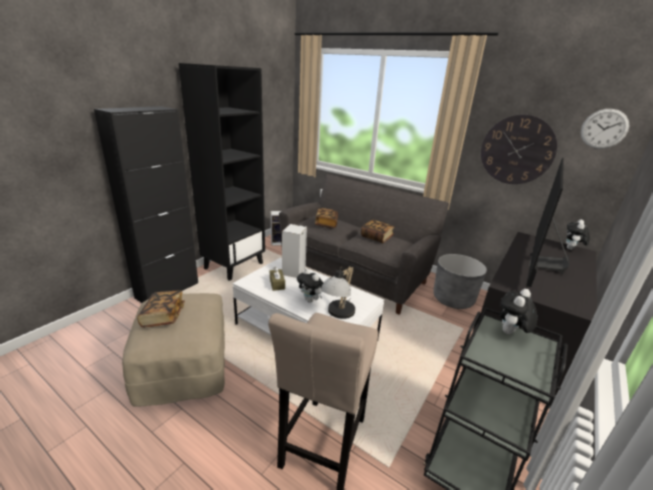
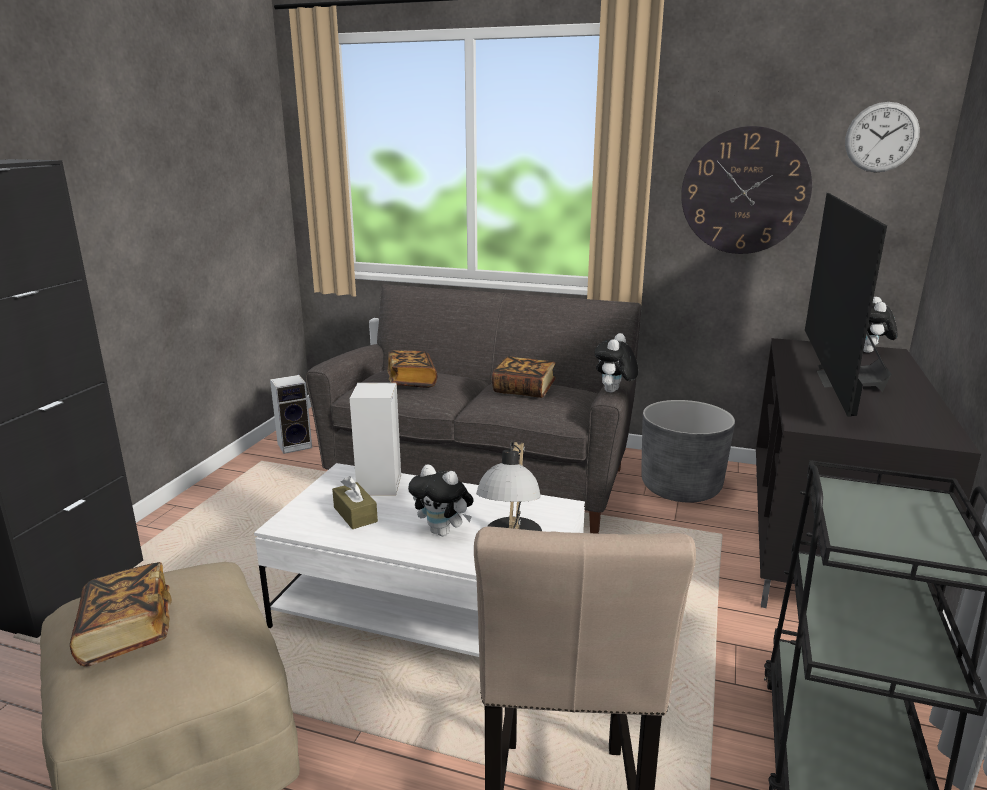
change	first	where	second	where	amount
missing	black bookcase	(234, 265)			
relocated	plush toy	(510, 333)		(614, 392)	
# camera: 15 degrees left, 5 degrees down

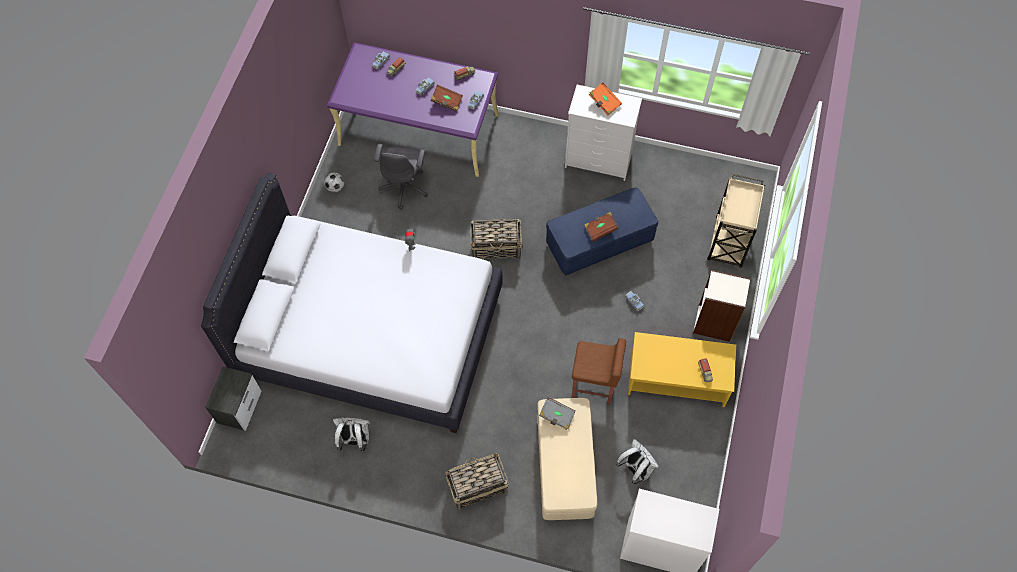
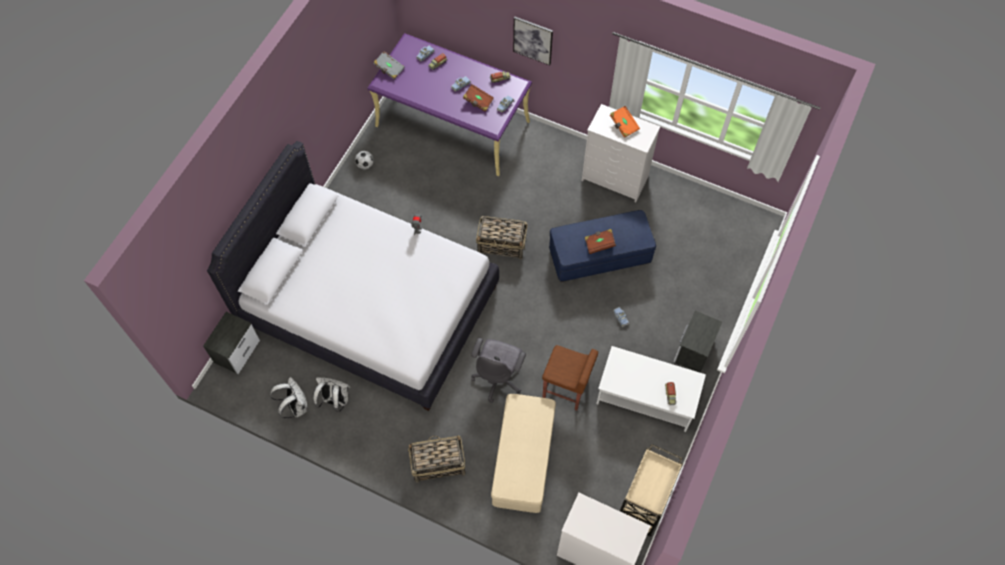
change	first	where	second	where	amount
appeared			picture	(533, 40)	
relocated	grey office chair	(405, 187)		(498, 378)	
relocated	grey book	(557, 416)		(389, 69)	
relocated	white backpack	(636, 469)		(295, 406)	
relocated	beige cart	(728, 243)		(643, 504)	
exchanged	bookcase	(714, 323)	nightstand	(693, 351)	
colour	yellow coffee table	(678, 378)	white coffee table	(647, 397)	
# camera: 10 degrees right, 0 degrees up

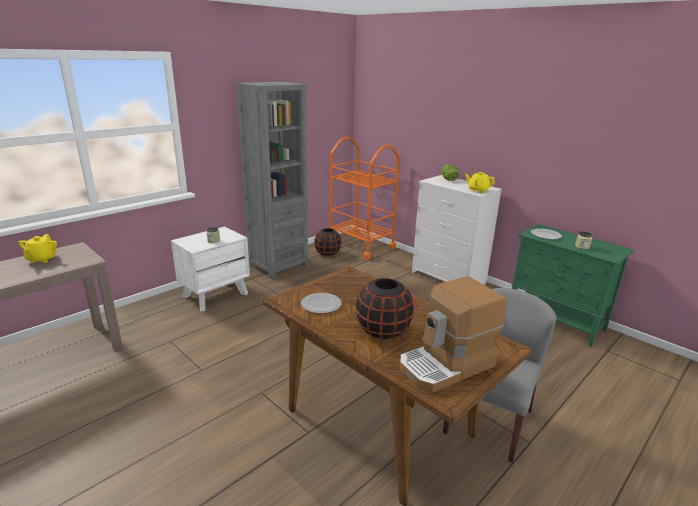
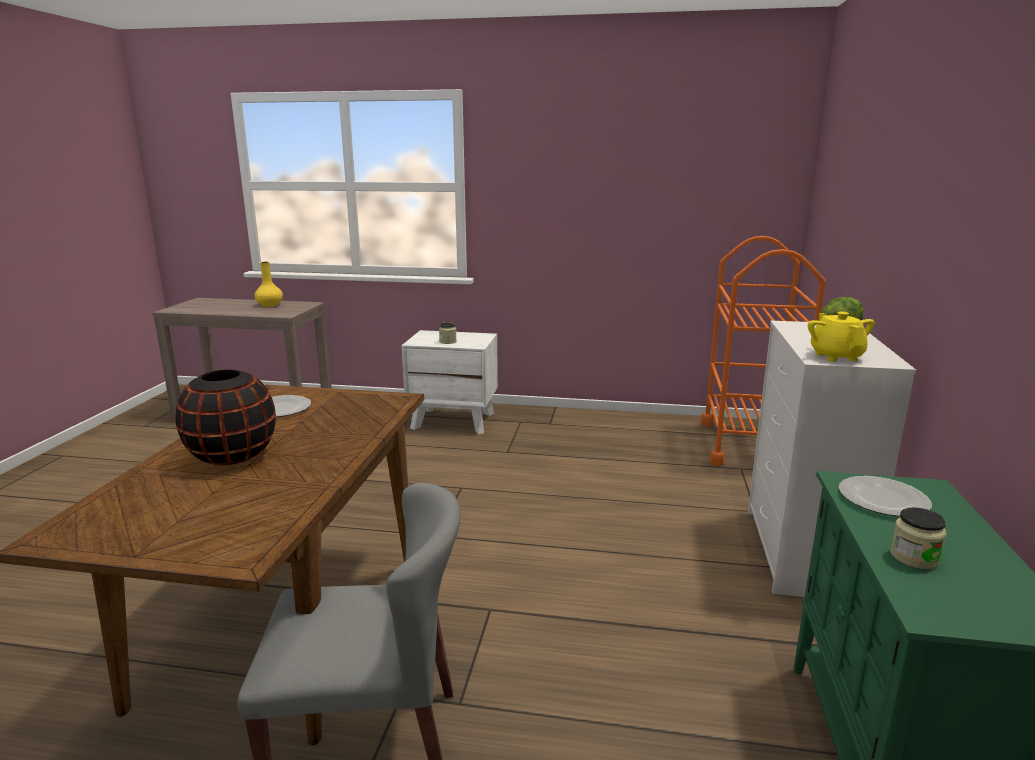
change	first	where	second	where	amount
missing	grey bookcase	(278, 265)			
missing	black vase	(327, 253)			
missing	coffee machine	(446, 366)			
exchanged	yellow teapot	(42, 259)	yellow vase	(270, 305)	
# camera: 55 degrees right, 5 degrees down

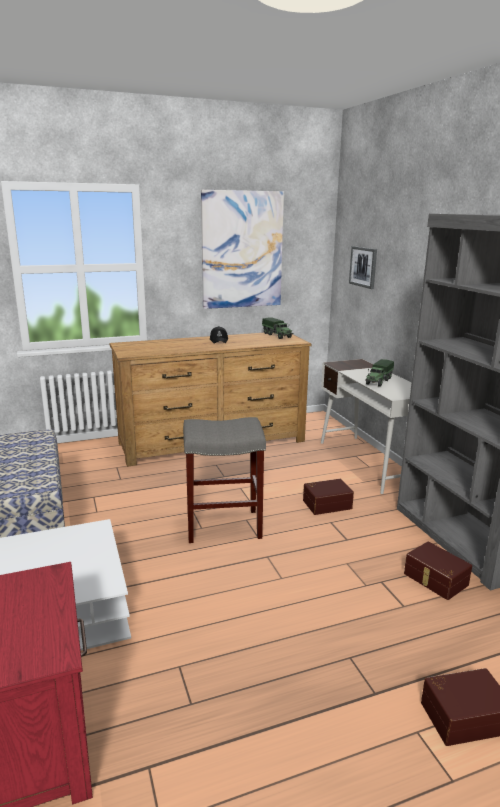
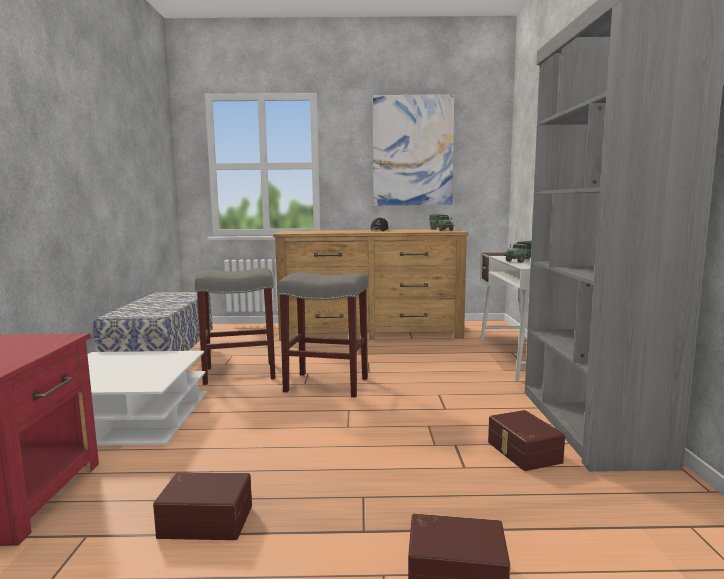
change	first	where	second	where	amount
missing	picture	(363, 267)			
appeared			grey stool	(238, 373)	
relocated	brown storage box	(326, 504)		(206, 519)	
# camera: 20 degrees right, 10 degrees down

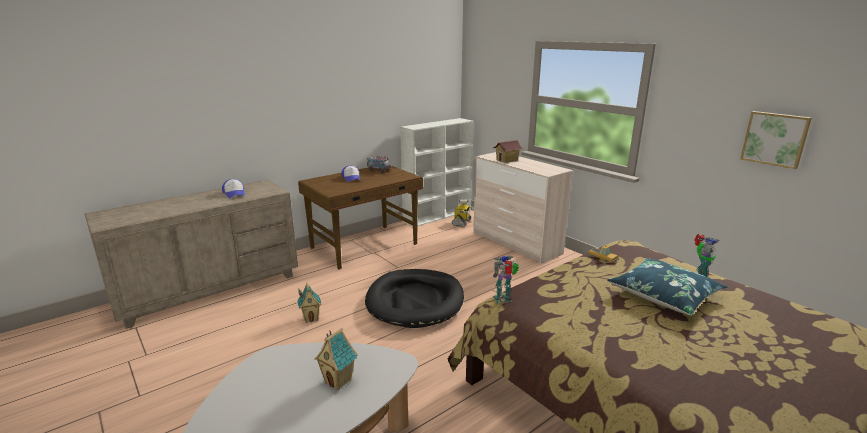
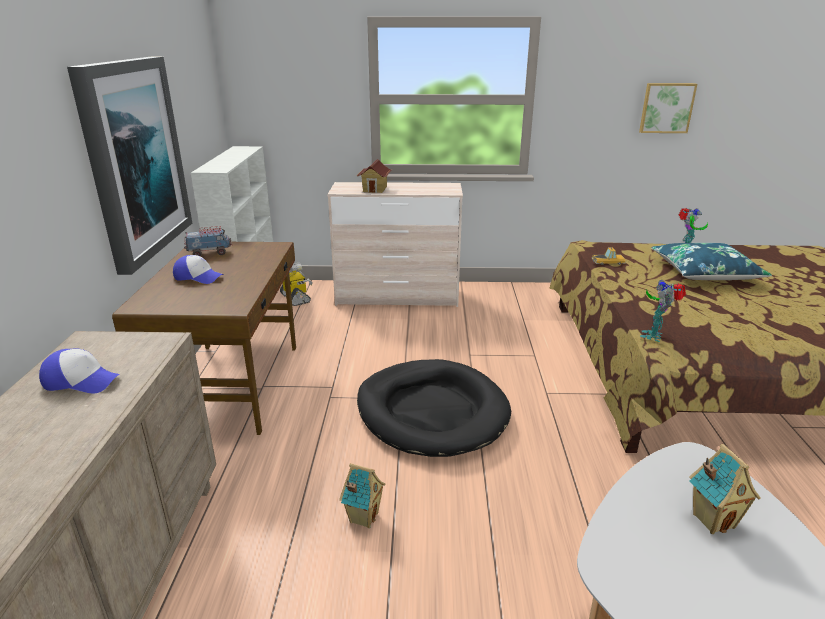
change	first	where	second	where	amount
appeared			picture	(134, 159)	
# camera: 50 degrees left, 5 degrees up

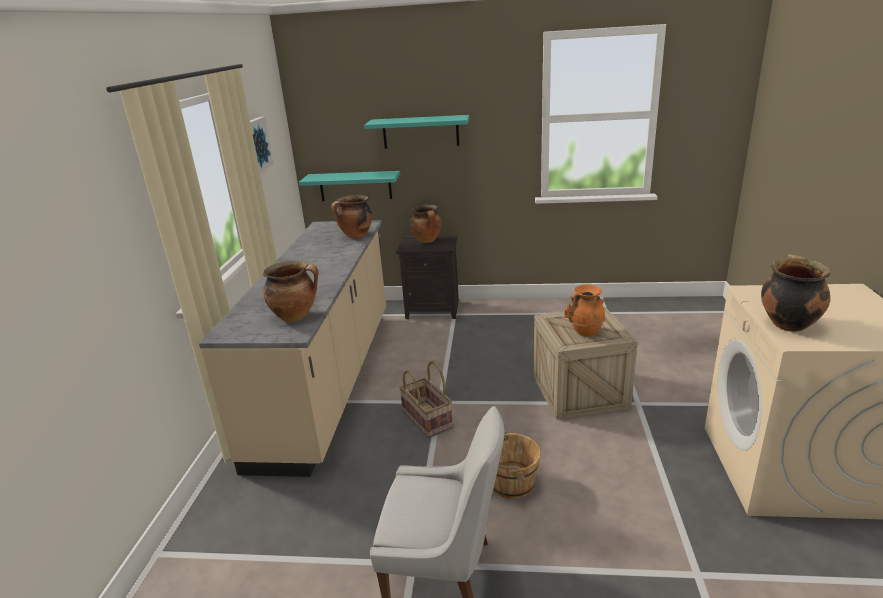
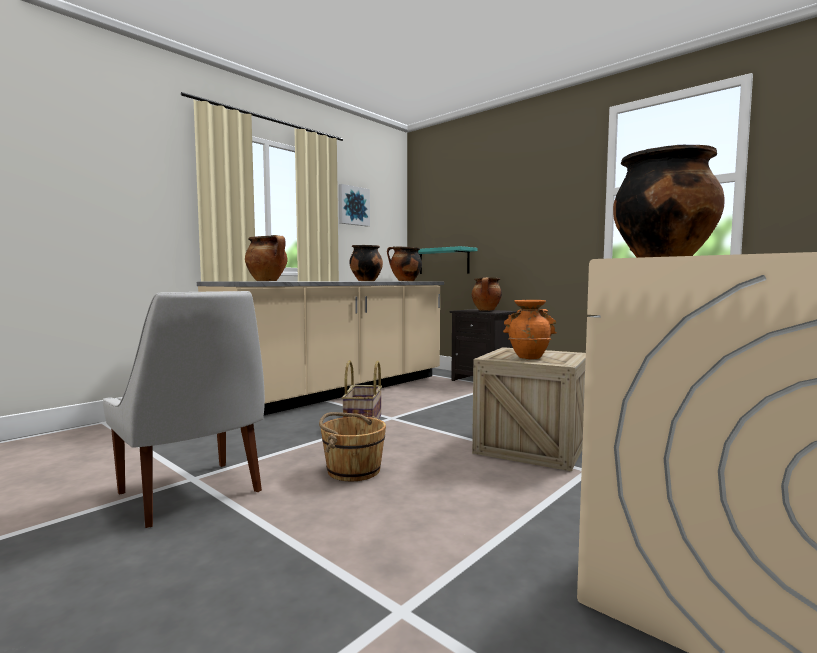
change	first	where	second	where	amount
missing	turquoise shelf	(420, 132)			
appeared			cooking pot	(365, 281)	
# camera: 35 degrees right, 20 degrees down

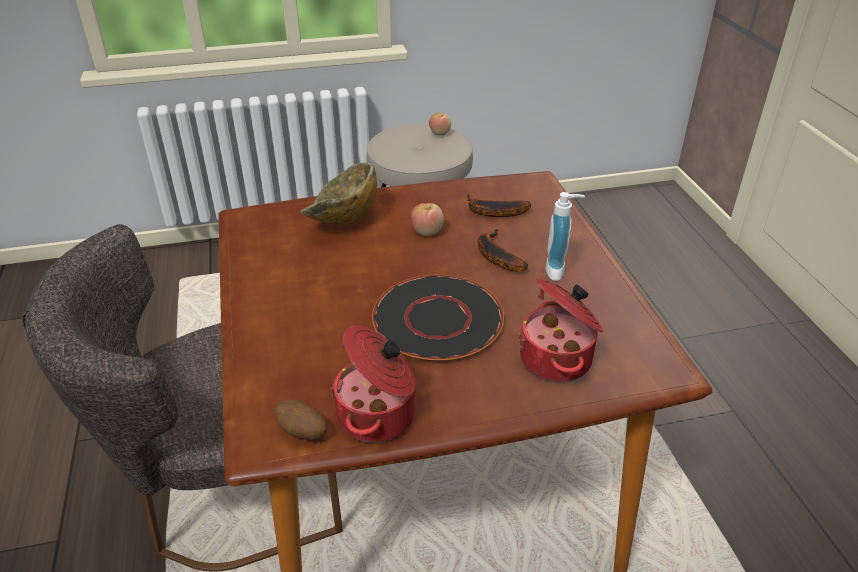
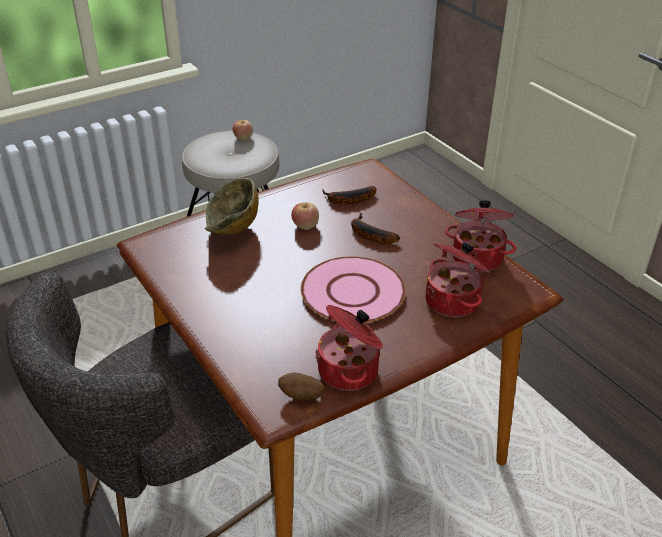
change	first	where	second	where	amount
missing	soap dispenser	(559, 270)			
appeared			cooking pot	(477, 257)	
colour	black plate	(438, 320)	pink plate	(353, 292)	
# camera: 20 degrees left, 0 degrees up

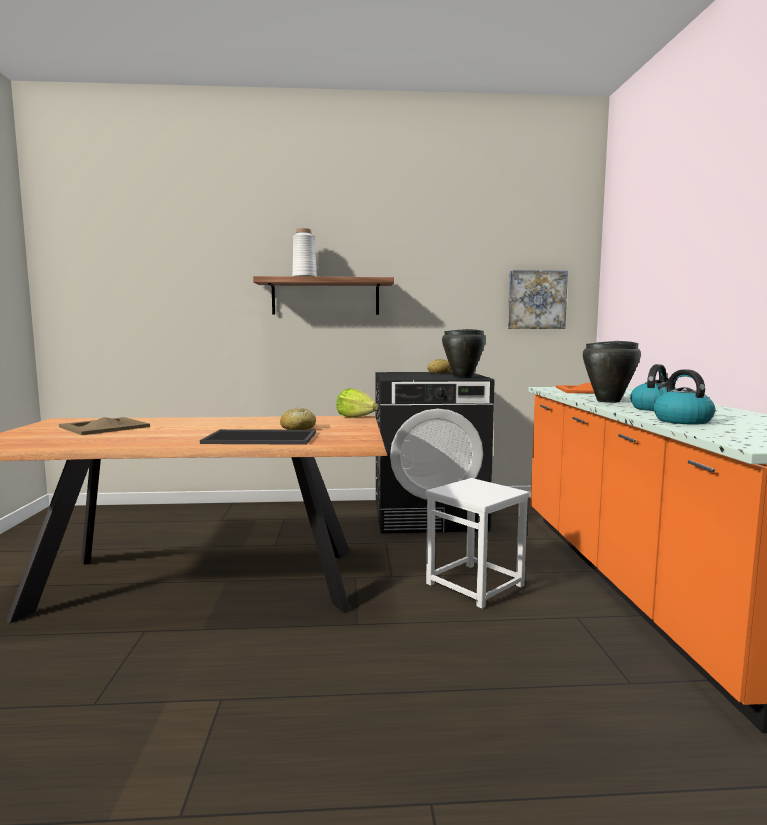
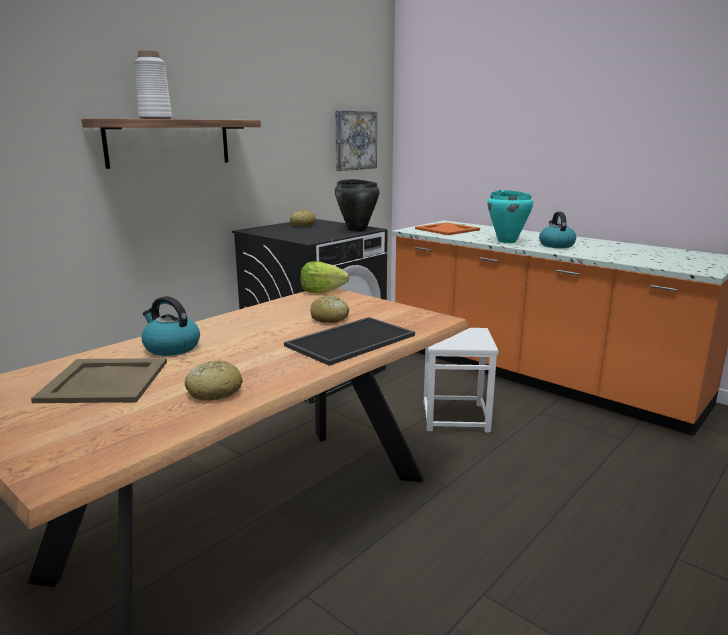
change	first	where	second	where	amount
appeared			bread	(213, 391)	
relocated	kettle	(681, 421)		(171, 347)	
colour	black cooking pot	(609, 401)	turquoise cooking pot	(507, 241)	
# camera: 45 degrees left, 10 degrees up

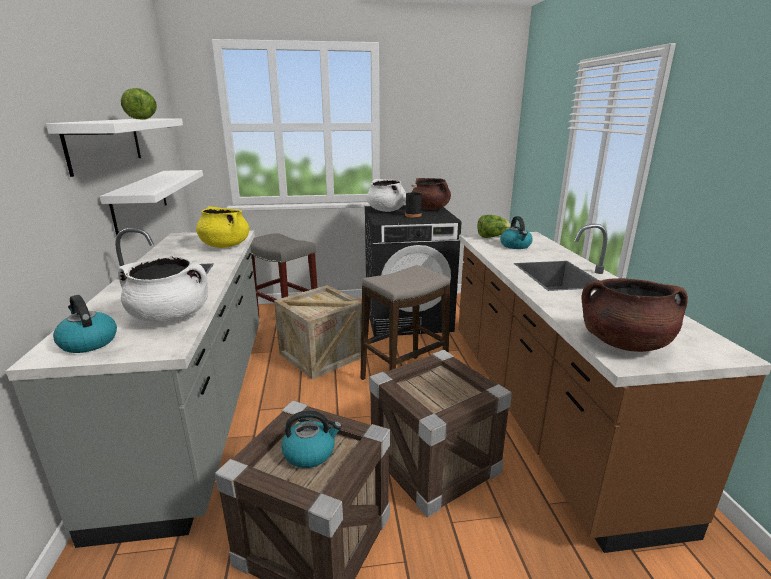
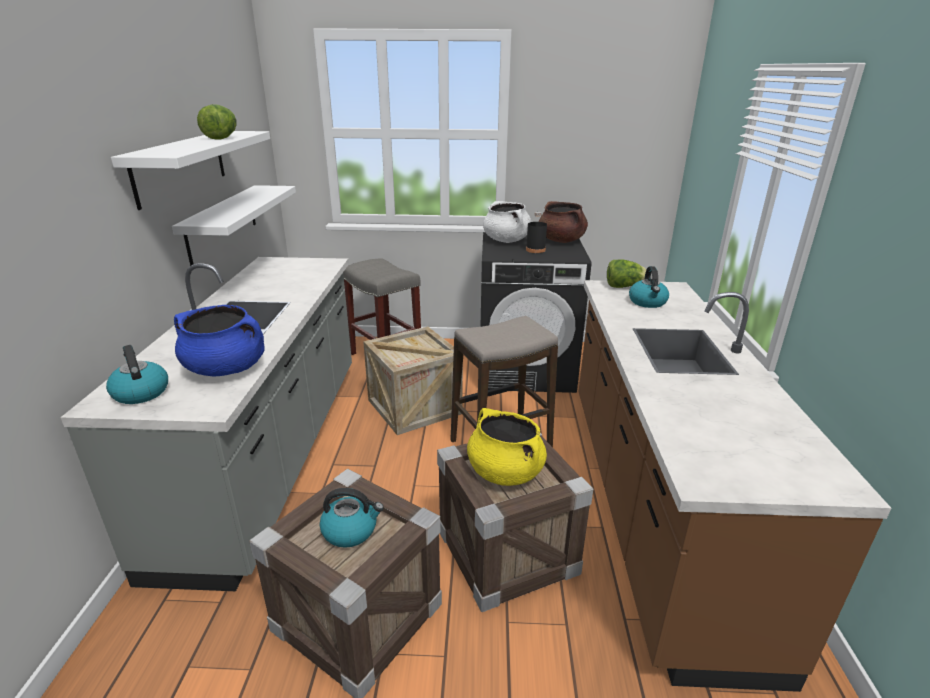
change	first	where	second	where	amount
missing	brown cooking pot	(624, 343)			
relocated	yellow cooking pot	(225, 245)		(504, 472)	
colour	white cooking pot	(171, 316)	blue cooking pot	(226, 368)	
# camera: 10 degrees right, 5 degrees up

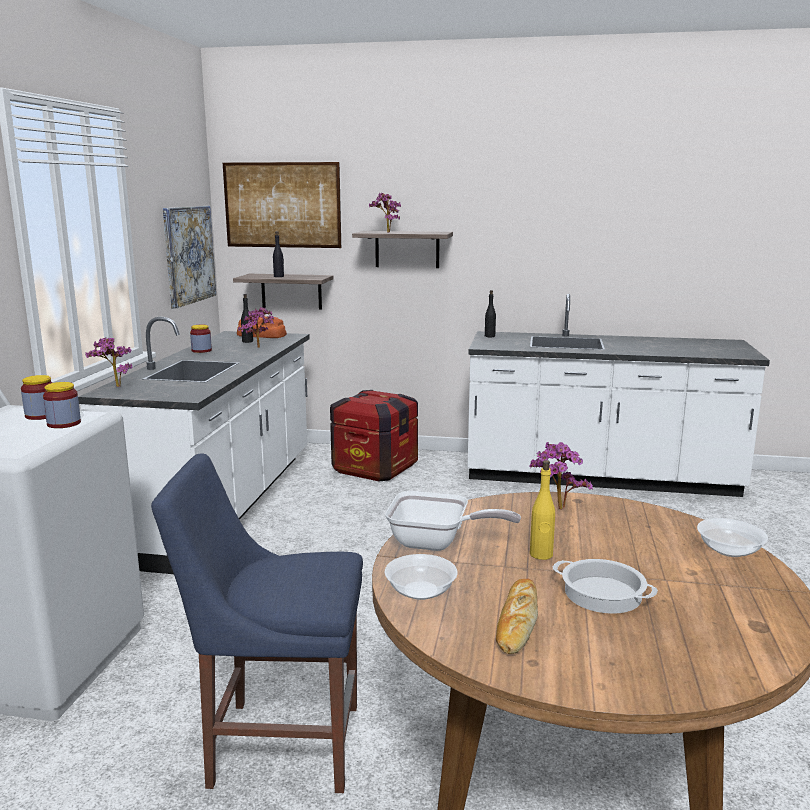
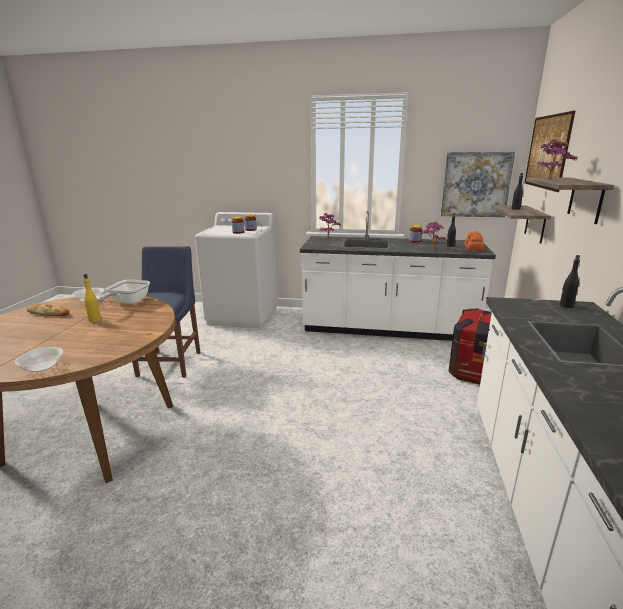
change	first	where	second	where	amount
missing	potted plant	(557, 510)			
missing	cooking pot	(603, 593)			
# camera: 90 degrees right, 5 degrees up

